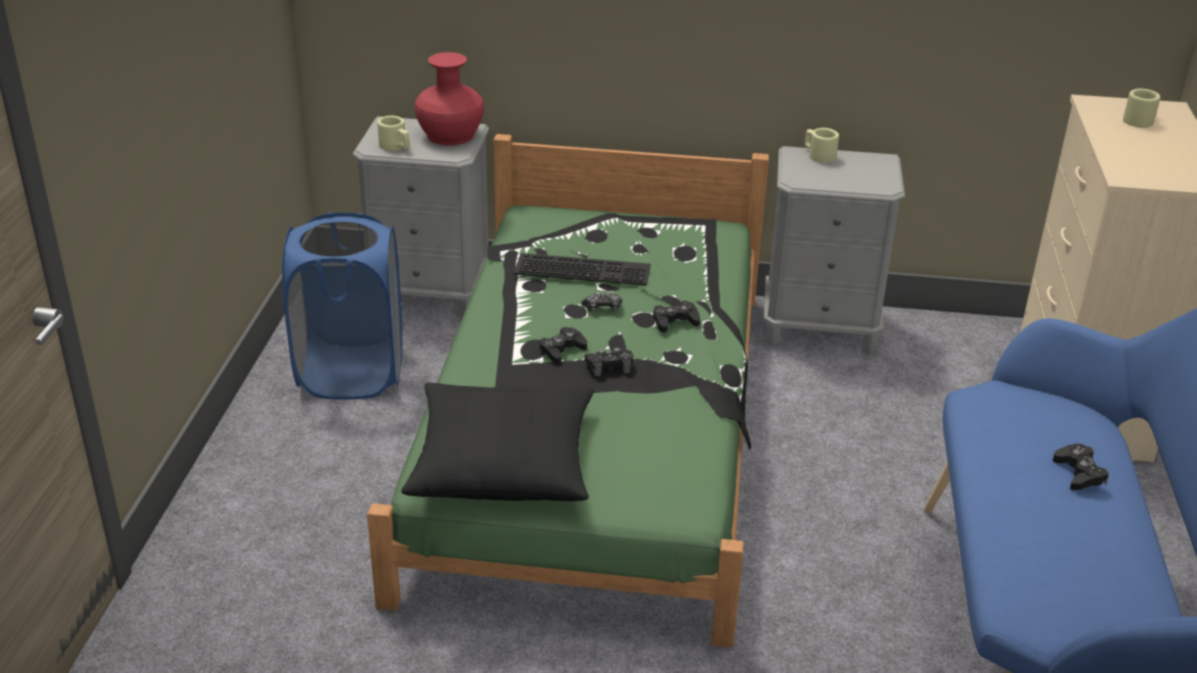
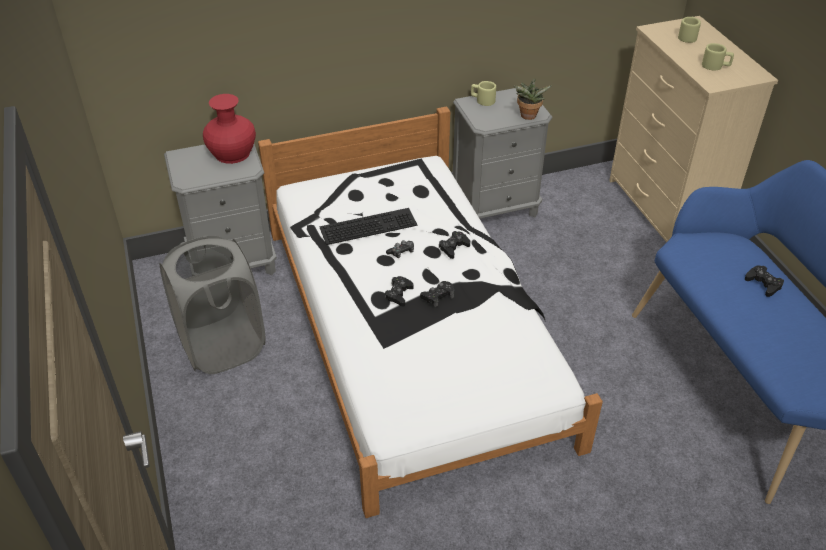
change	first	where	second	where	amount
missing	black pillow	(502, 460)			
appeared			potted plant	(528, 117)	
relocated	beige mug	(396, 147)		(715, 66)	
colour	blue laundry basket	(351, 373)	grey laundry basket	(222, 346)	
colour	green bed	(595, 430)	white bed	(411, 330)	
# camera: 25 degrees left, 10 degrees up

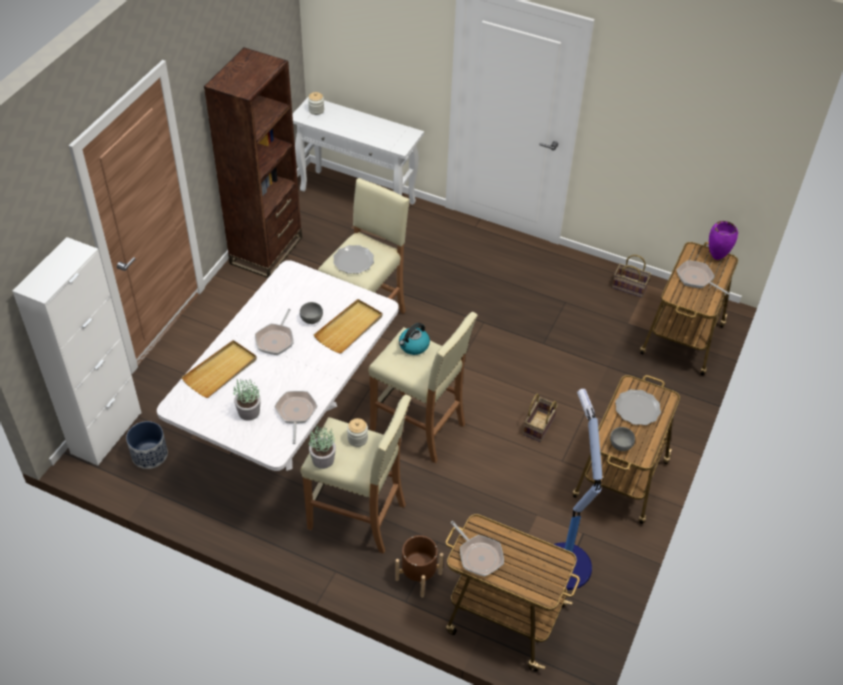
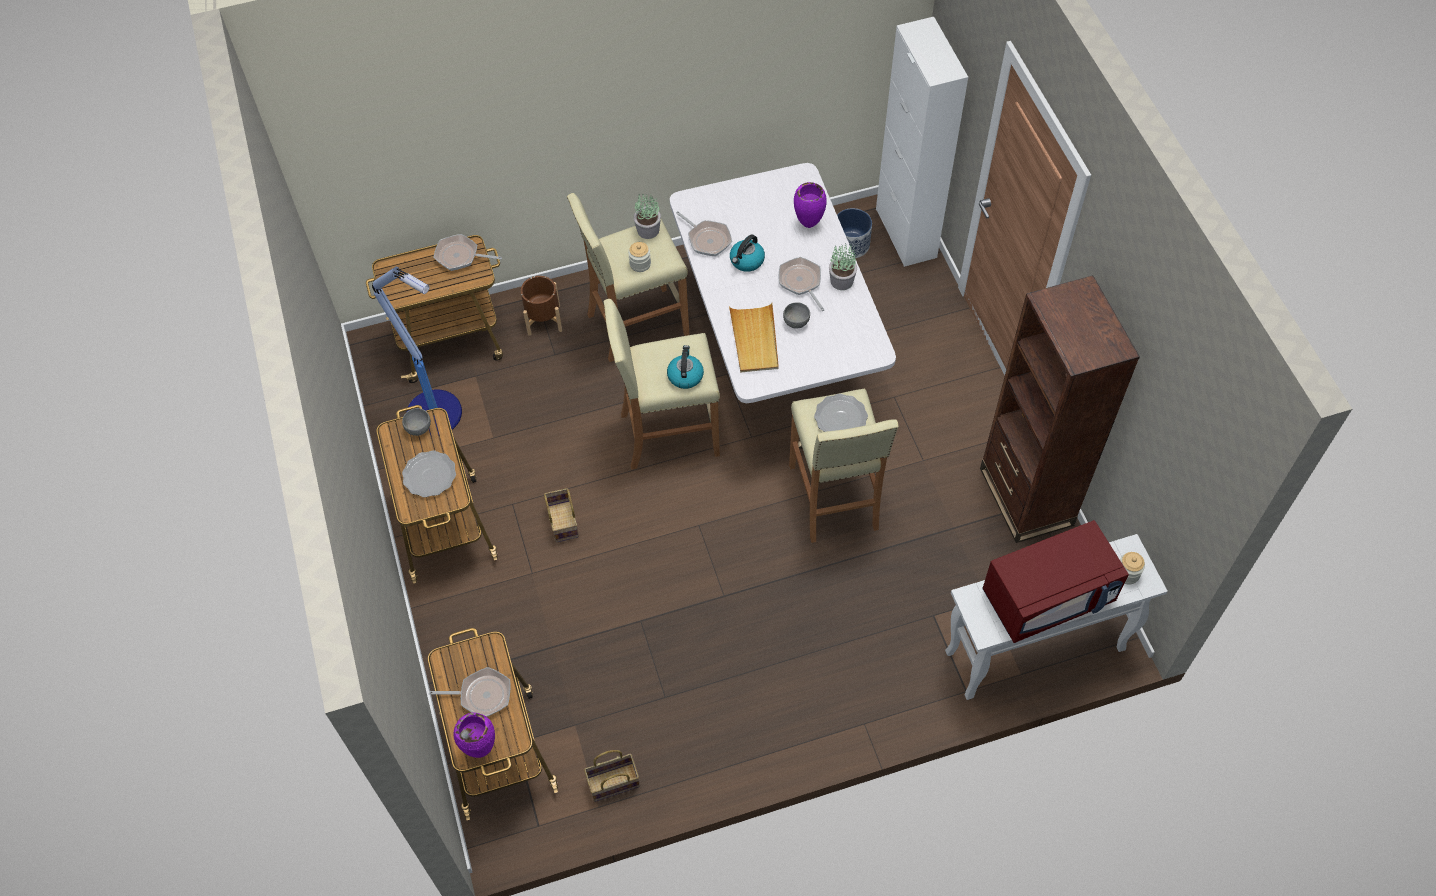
change	first	where	second	where	amount
appeared			kettle	(746, 261)	
appeared			red microwave	(1048, 596)	
relocated	potted plant	(248, 412)		(842, 280)	
exchanged	beige tray	(221, 371)	purple vase	(808, 225)	
# camera: 140 degrees right, 10 degrees up

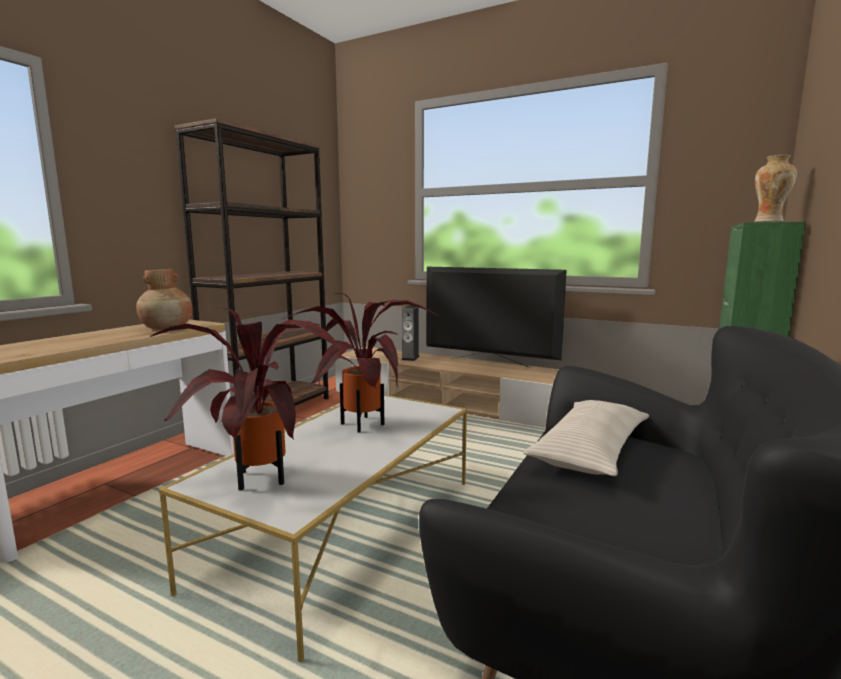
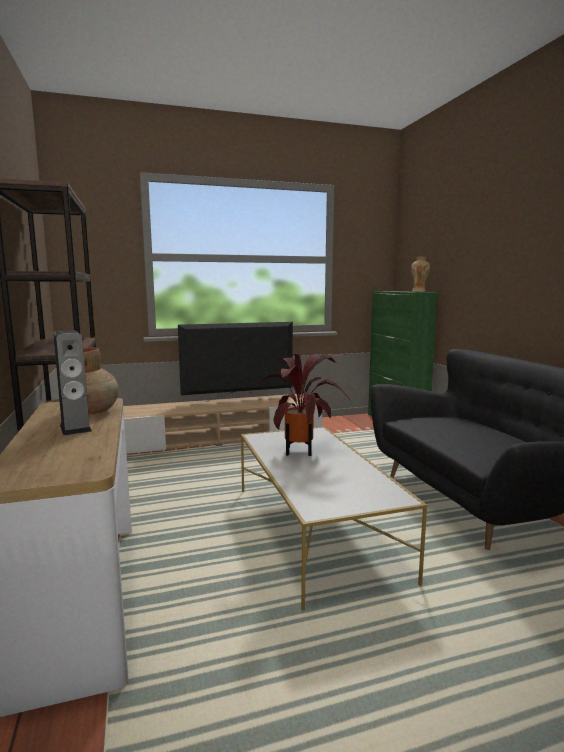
change	first	where	second	where	amount
missing	potted plant	(258, 481)			
missing	beige pillow	(590, 451)			
relocated	speaker	(410, 358)		(75, 428)	
# camera: 45 degrees left, 0 degrees up

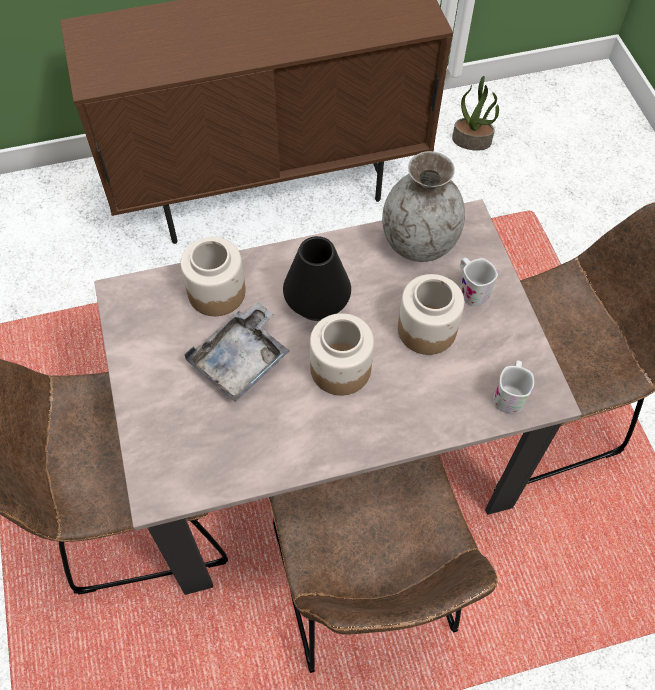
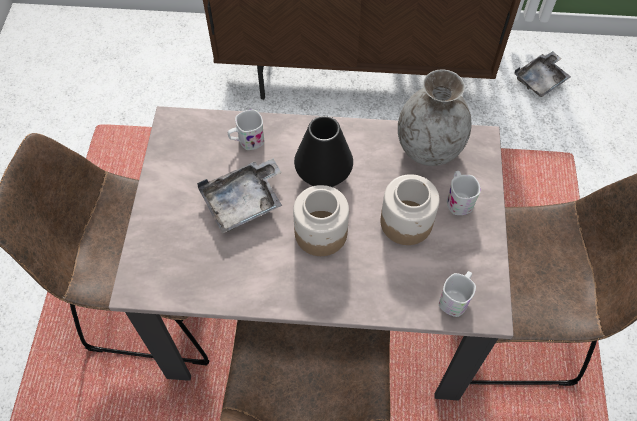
change	first	where	second	where	amount
exchanged	jar	(217, 291)	white mug	(247, 141)	
exchanged	potted plant	(472, 140)	grey tray	(541, 80)	
# camera: 20 degrees right, 0 degrees up

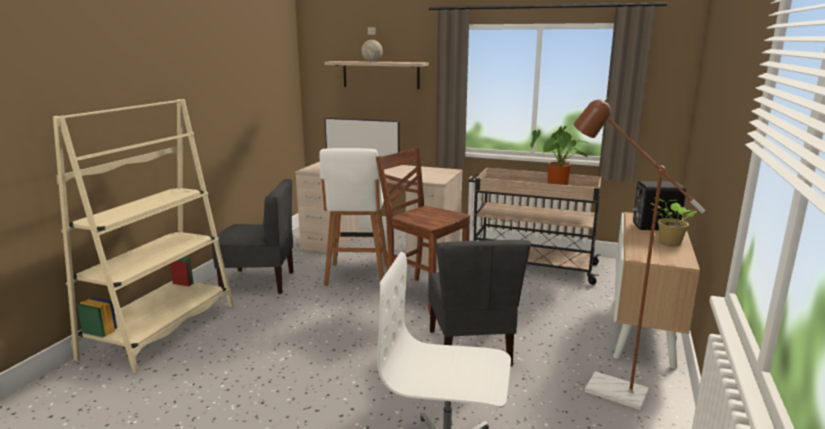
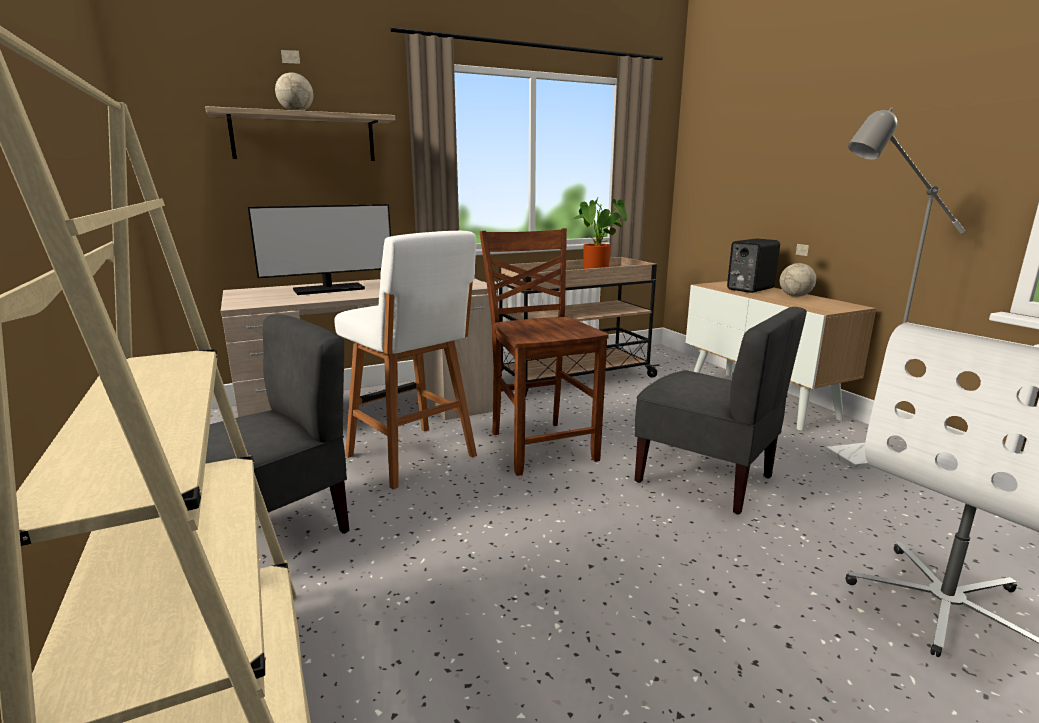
change	first	where	second	where	amount
exchanged	potted plant	(668, 242)	globe	(795, 296)	
colour	brown floor lamp	(604, 388)	grey floor lamp	(854, 458)	
spun	brown chair	(423, 294)		(541, 445)	75 degrees clockwise
# camera: 45 degrees left, 0 degrees up

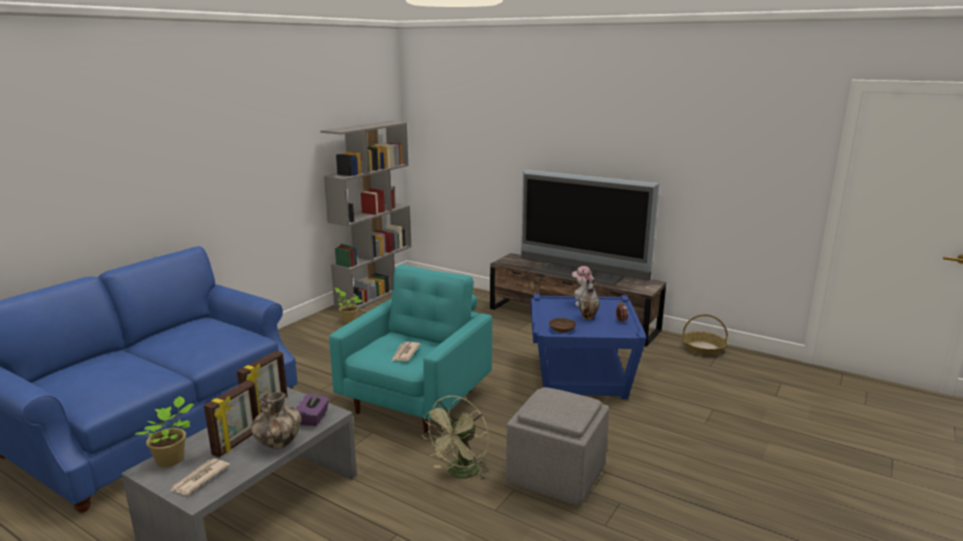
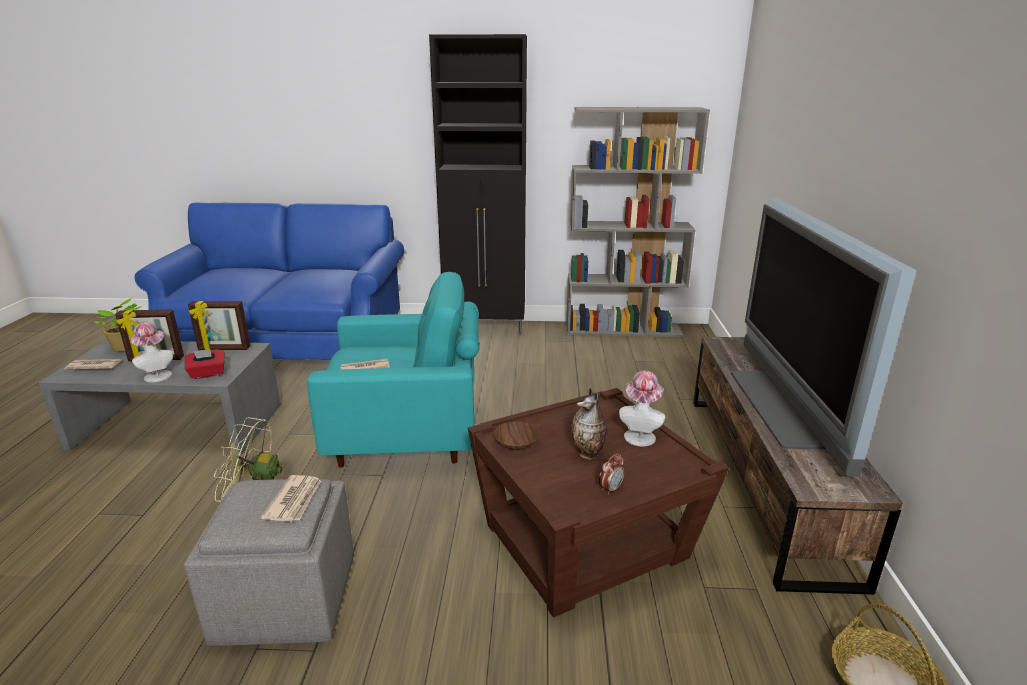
change	first	where	second	where	amount
missing	potted plant	(348, 320)			
appeared			newspaper	(295, 500)	
appeared			black cabinet	(486, 329)	
exchanged	vase	(279, 443)	hat	(156, 375)	
colour	purple tissue box	(314, 418)	red tissue box	(208, 374)	
colour	blue side table	(582, 375)	brown side table	(586, 542)	
# camera: 60 degrees right, 5 degrees up

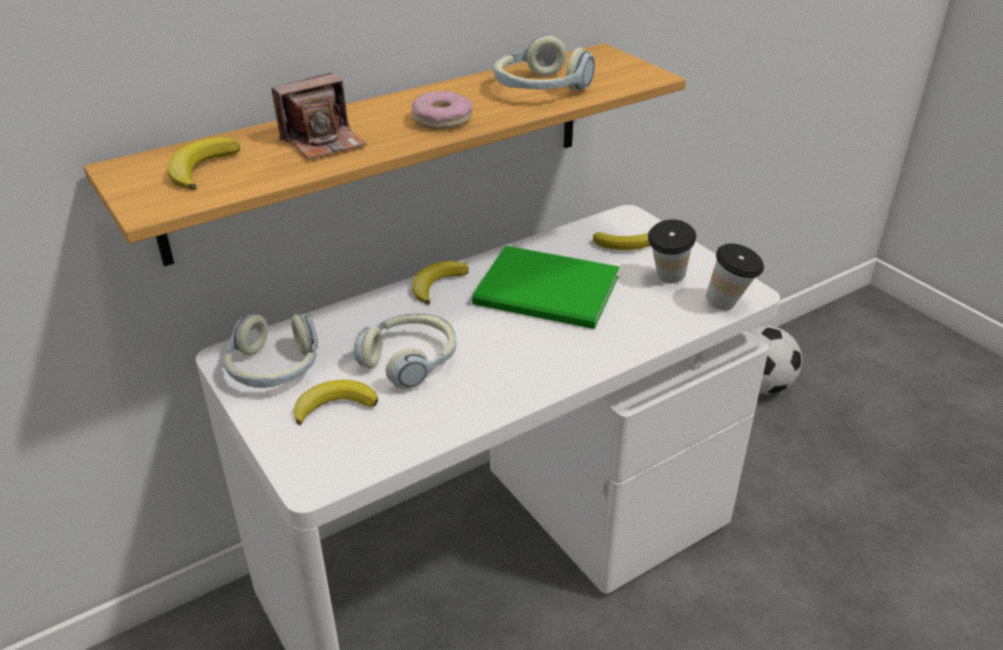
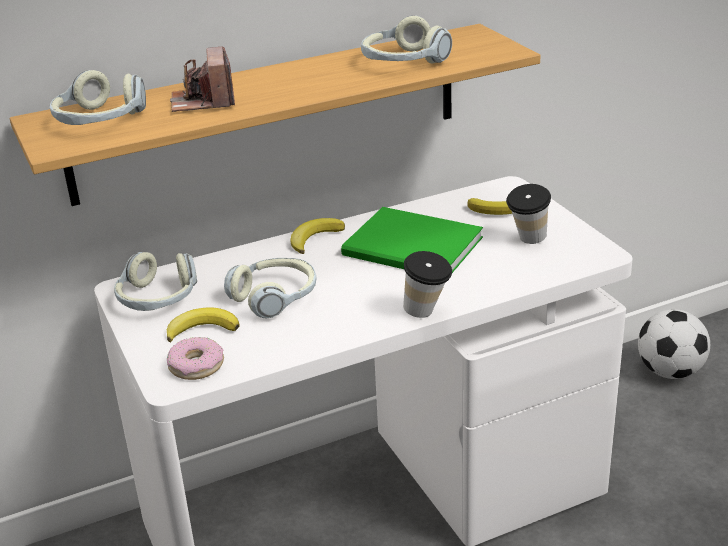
change	first	where	second	where	amount
relocated	donut	(442, 120)		(196, 366)	
relocated	cup	(729, 305)		(427, 313)	
exchanged	banana	(201, 169)	headphones	(100, 120)	
spun	photo camera	(323, 141)		(203, 101)	105 degrees clockwise
# camera: 10 degrees right, 5 degrees down

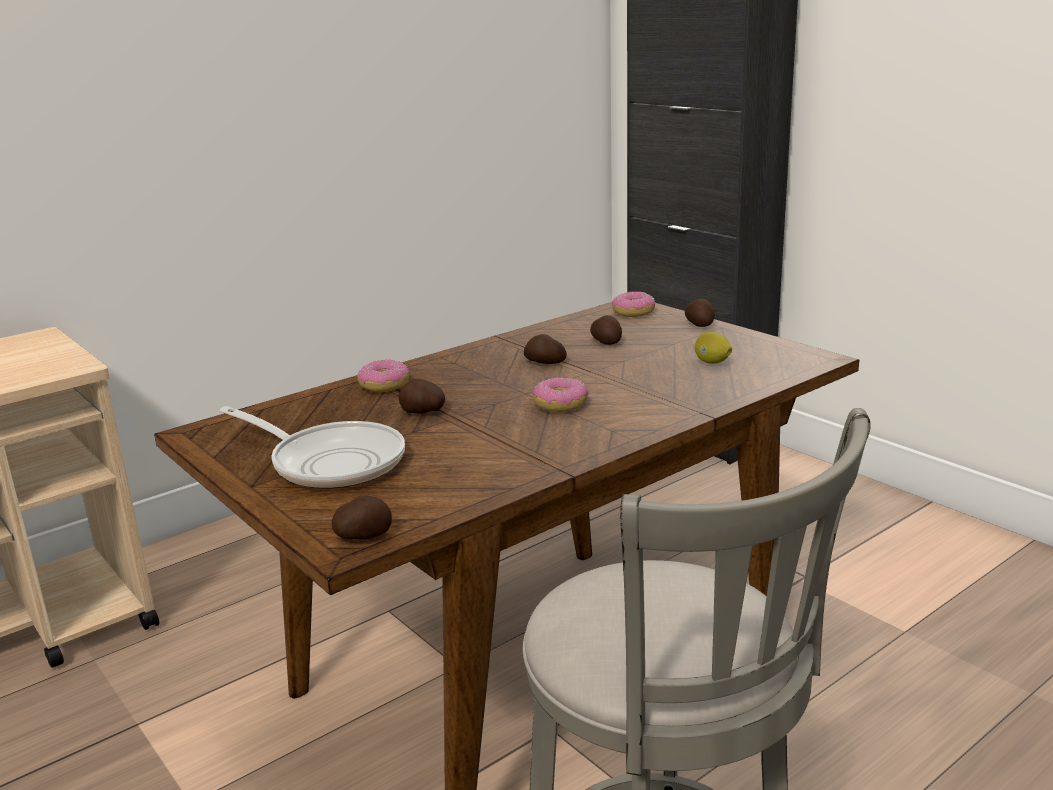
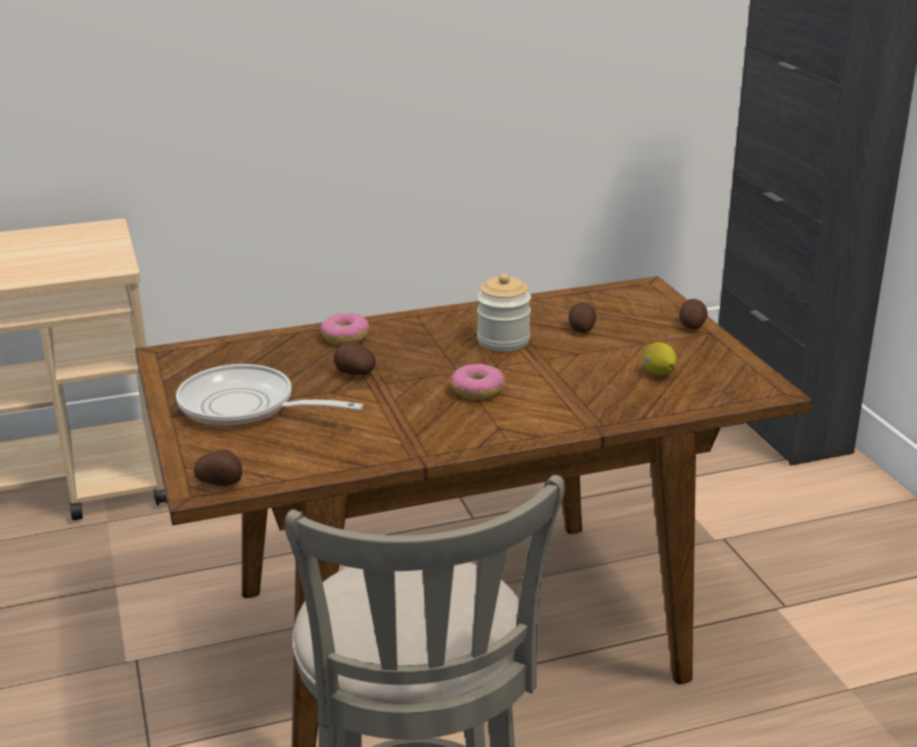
change	first	where	second	where	amount
missing	donut	(633, 312)			
exchanged	potato	(544, 362)	jar	(503, 341)	
spun	frying pan	(330, 462)		(245, 407)	150 degrees clockwise
# camera: 20 degrees right, 5 degrees up

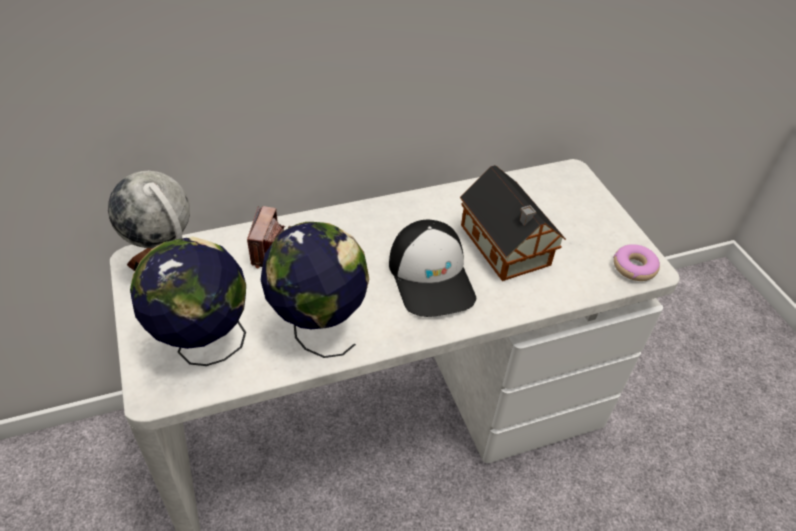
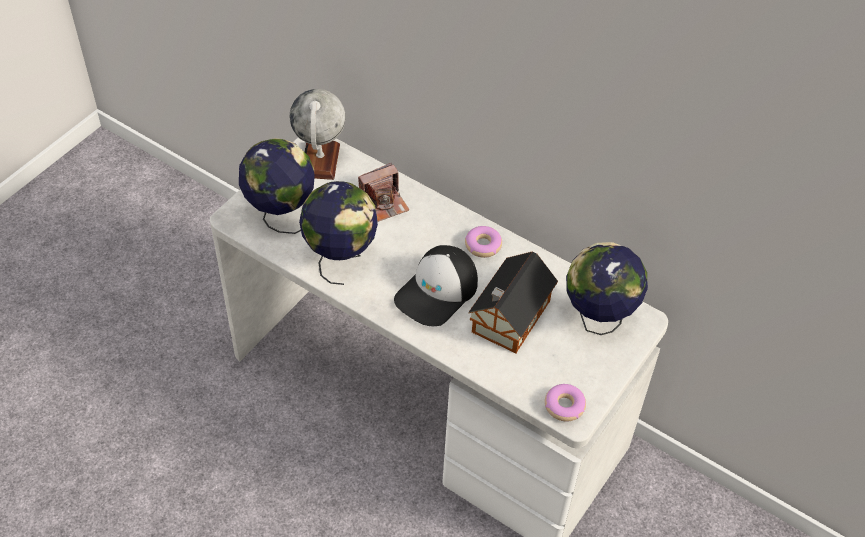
change	first	where	second	where	amount
appeared			donut	(483, 245)	
appeared			globe	(597, 319)	
# camera: 55 degrees right, 5 degrees up

